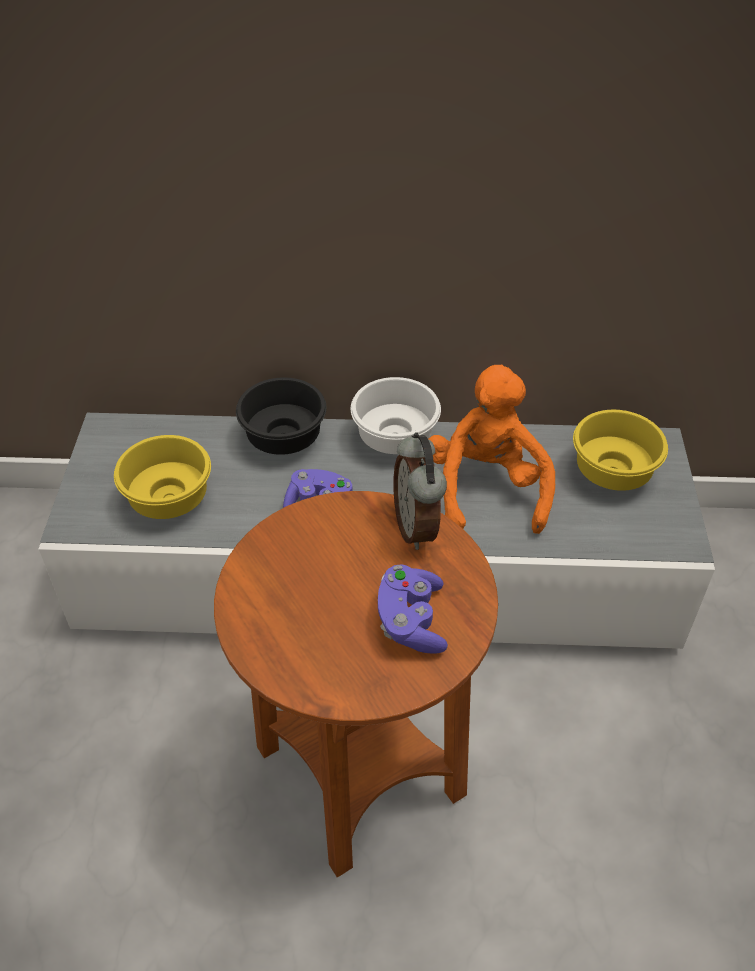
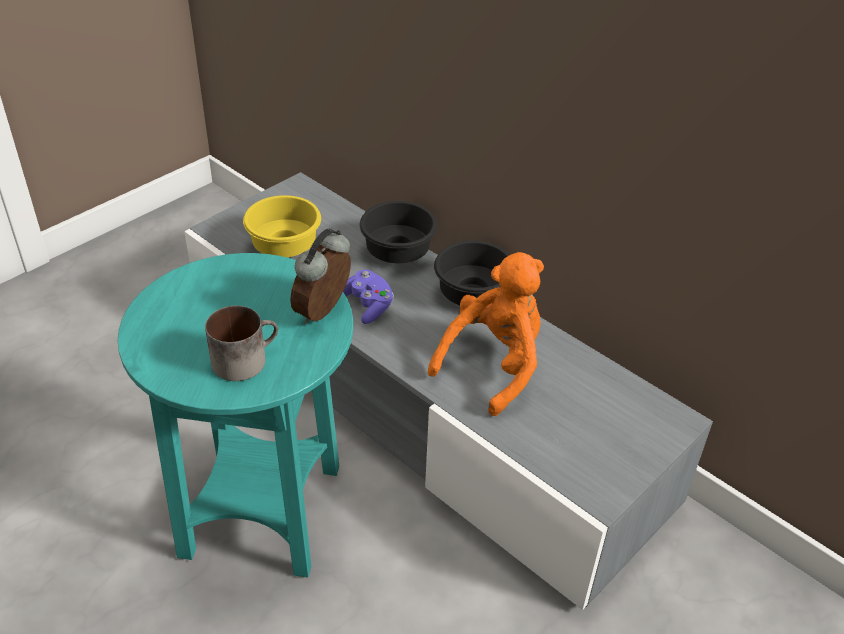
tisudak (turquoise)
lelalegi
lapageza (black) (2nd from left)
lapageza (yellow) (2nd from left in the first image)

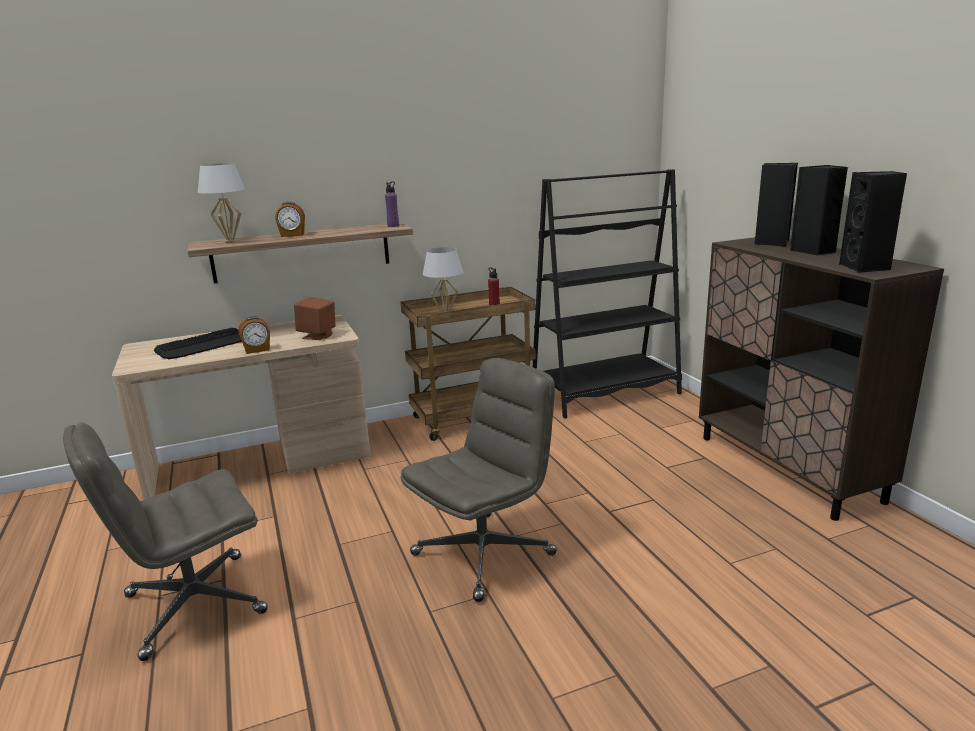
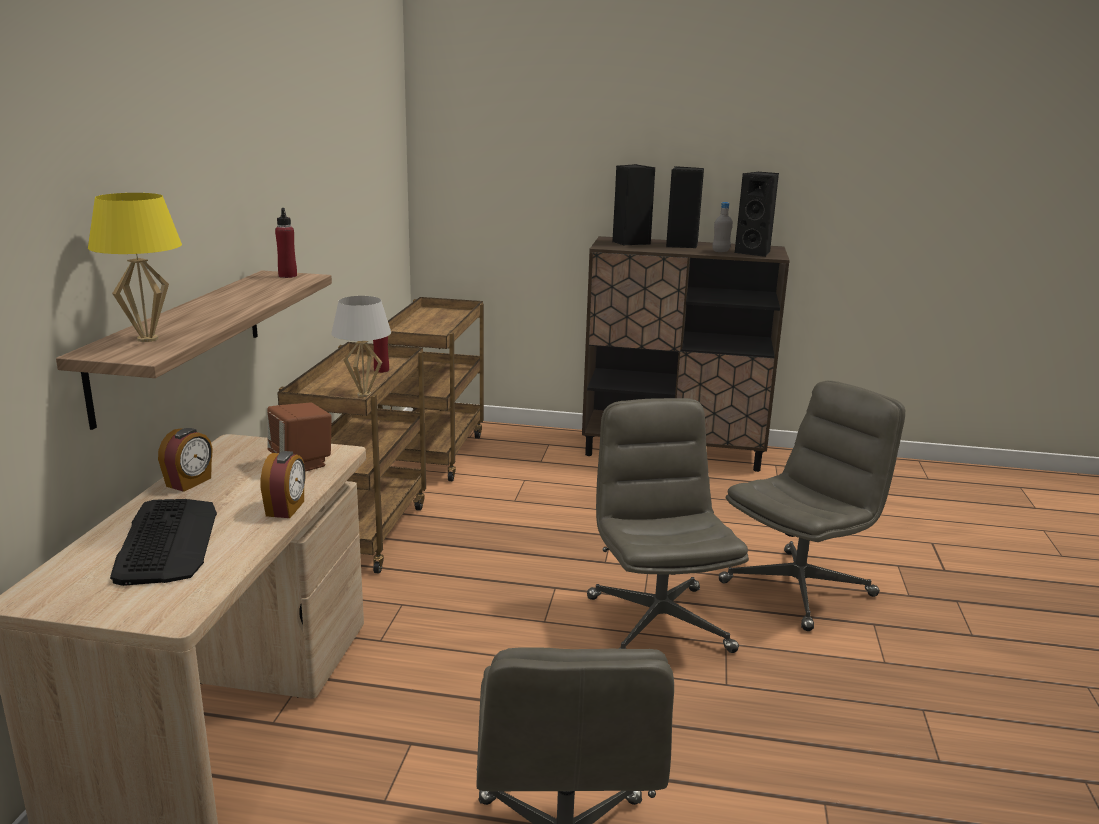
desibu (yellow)
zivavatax (1st from left)
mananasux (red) (1st from left)
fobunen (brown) (2nd from left)
mananasux (grey)
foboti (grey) (3rd from left)

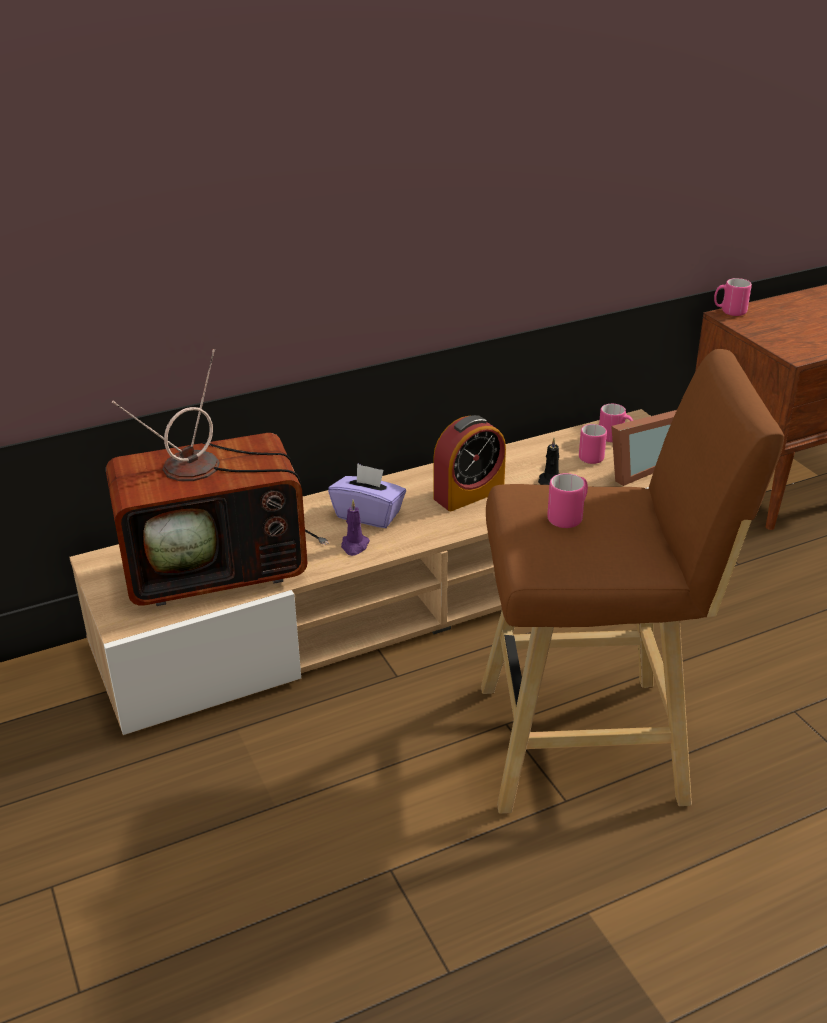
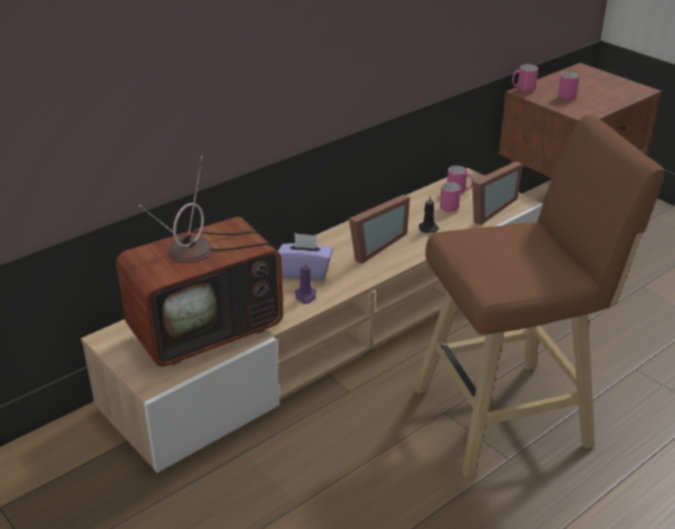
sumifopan (1st from left)
lelalegi (pink) (4th from left)

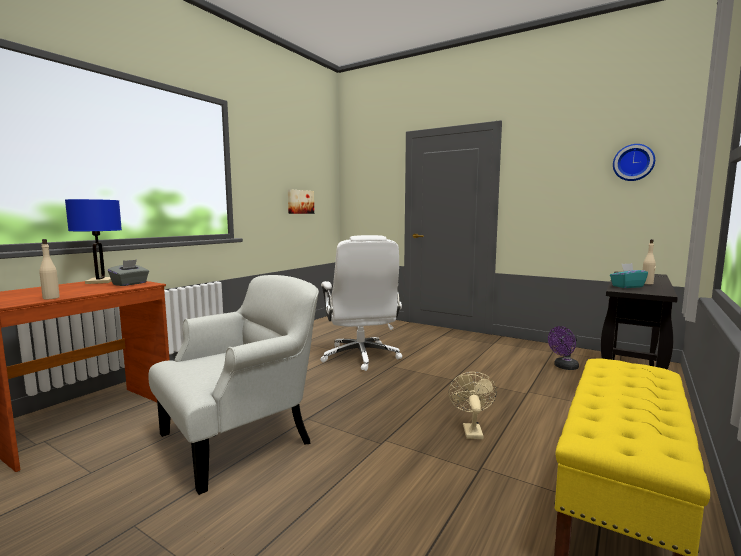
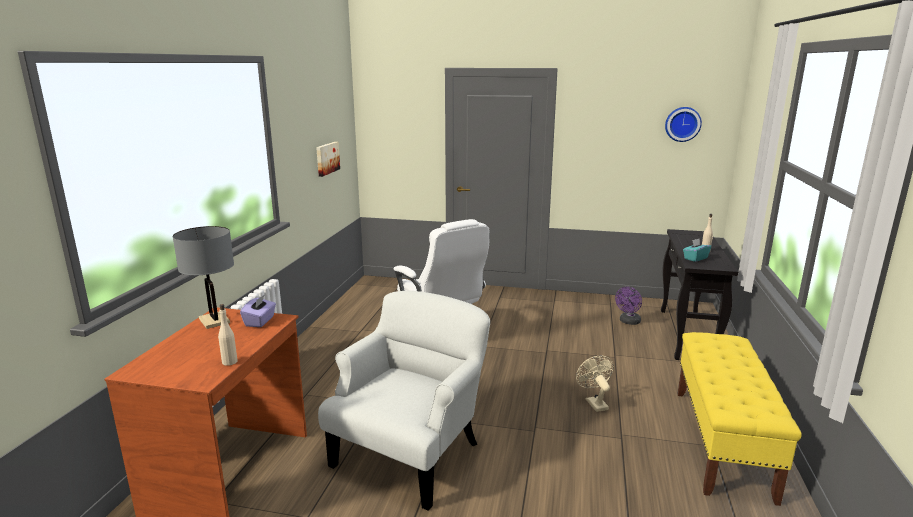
desibu (grey)
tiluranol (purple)

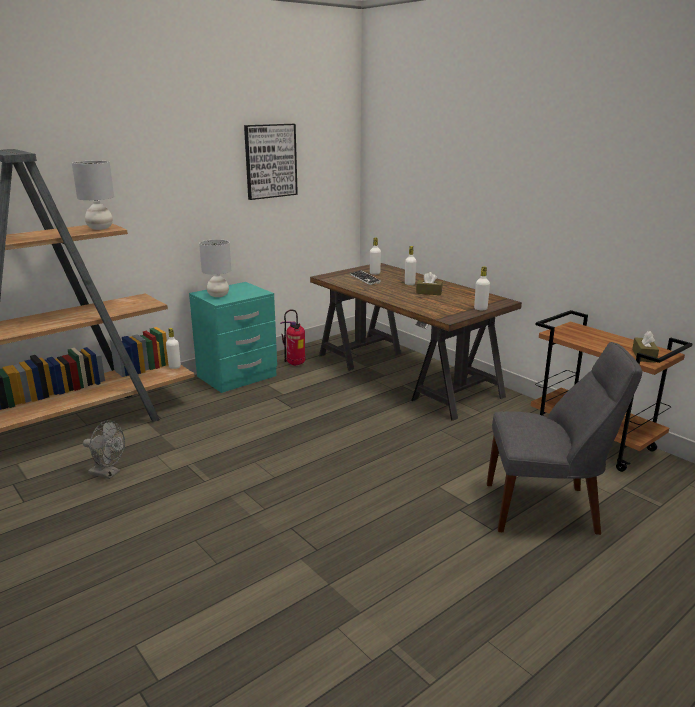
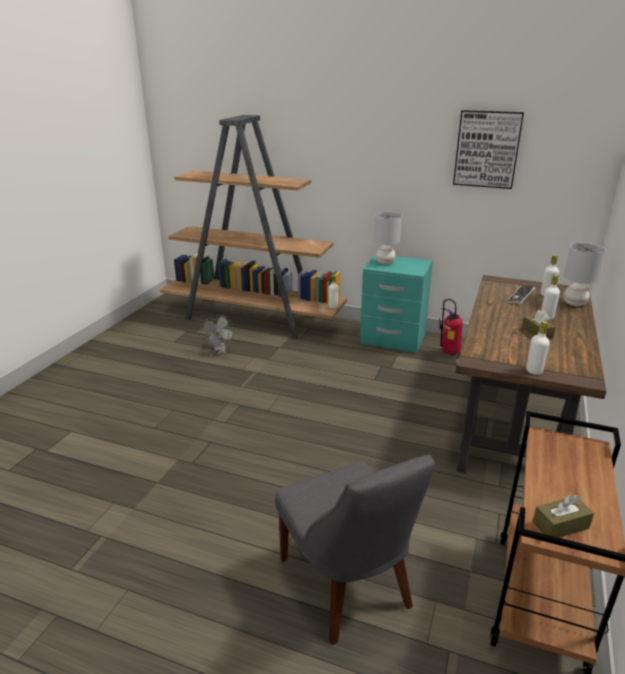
desibu (grey) (2nd from left)

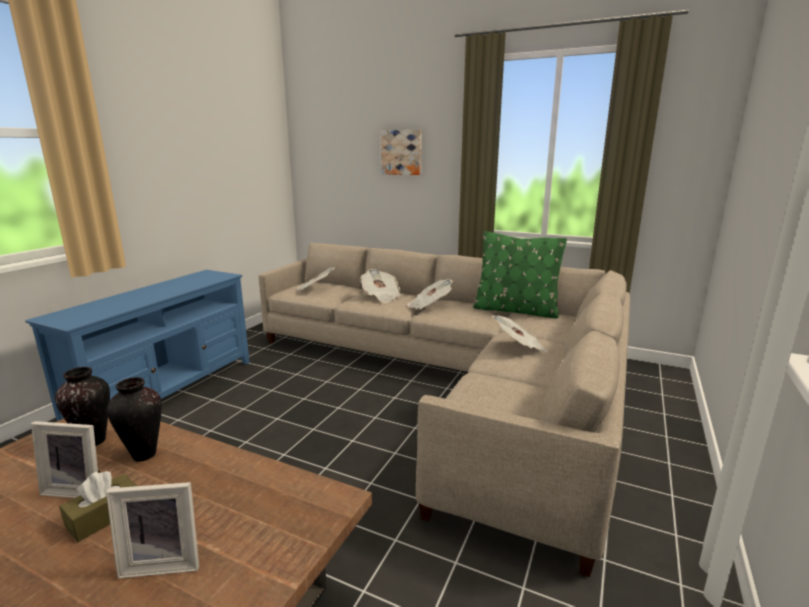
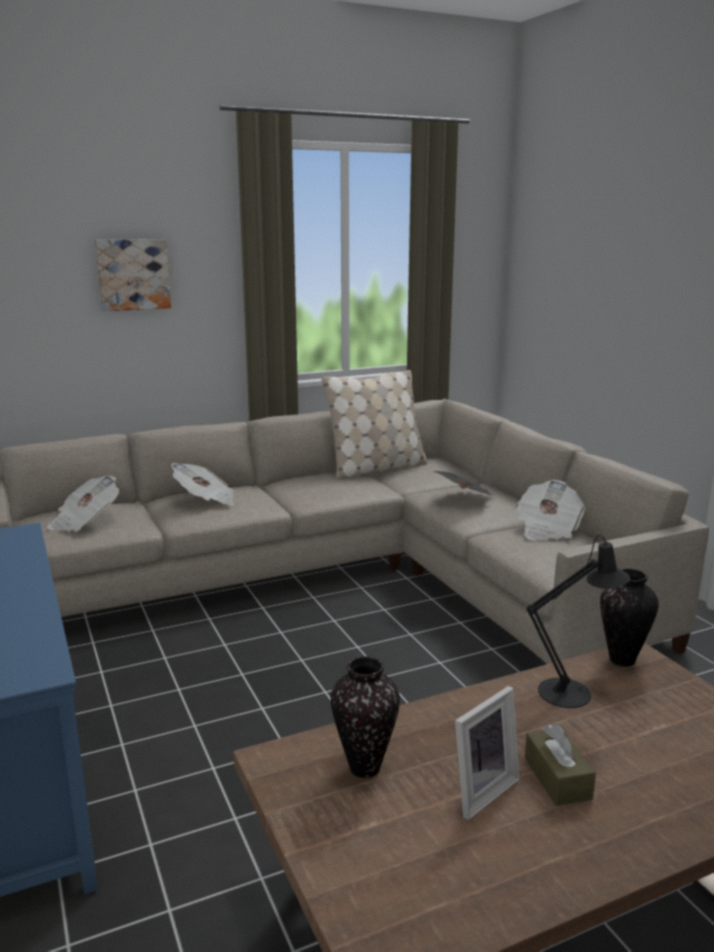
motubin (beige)
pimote (4th from left)
desibu (black)
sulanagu (2nd from left)
sumifopan (2nd from left in the first image)

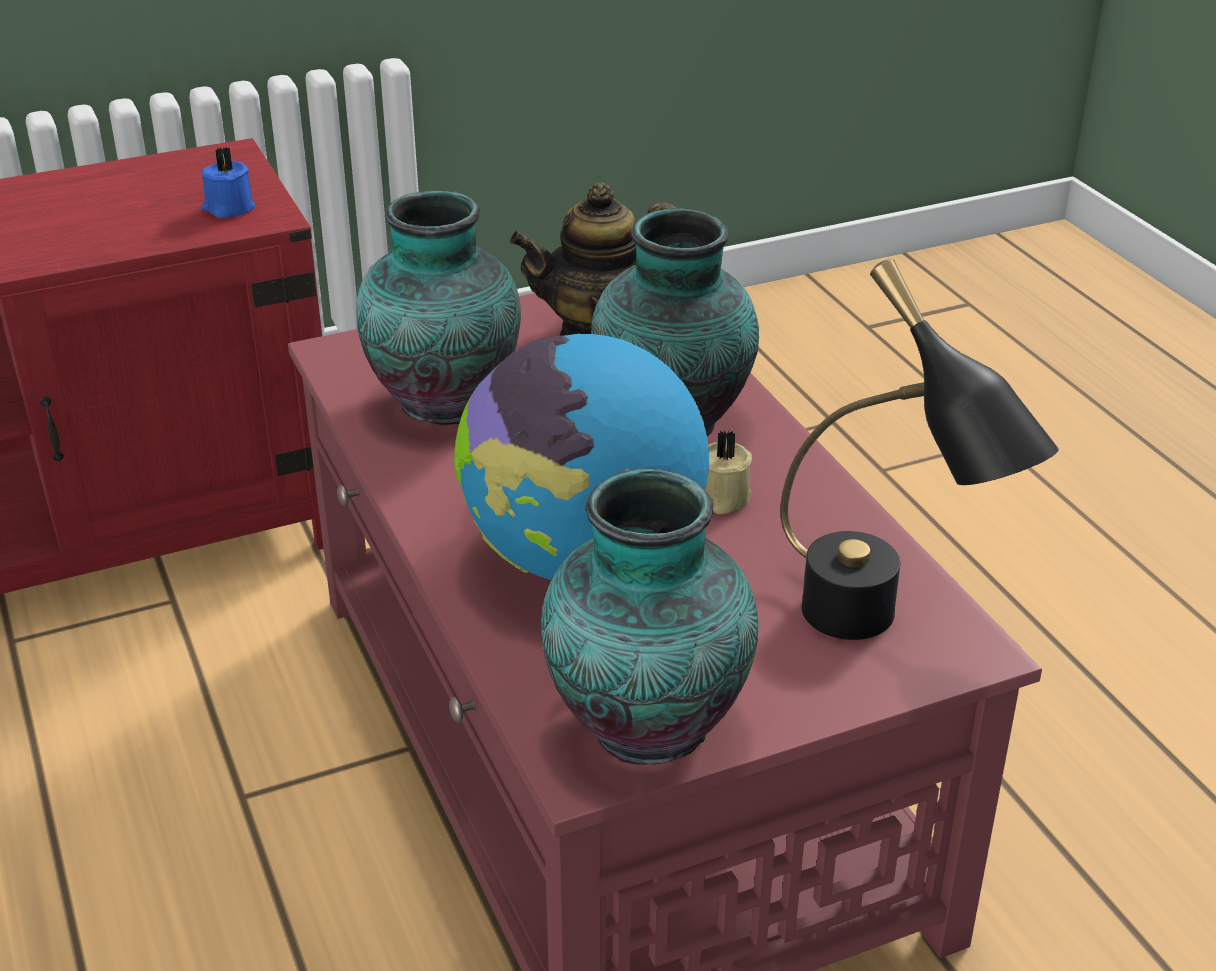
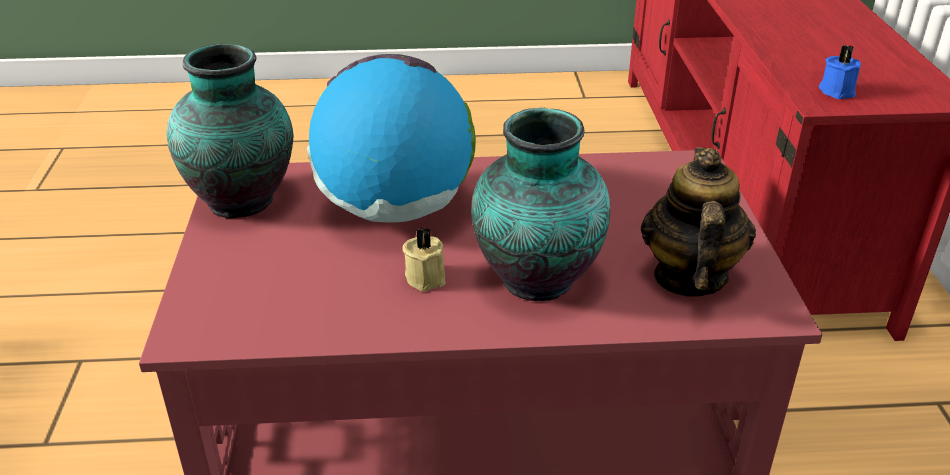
sulanagu (1st from left in the first image)
desibu (black)

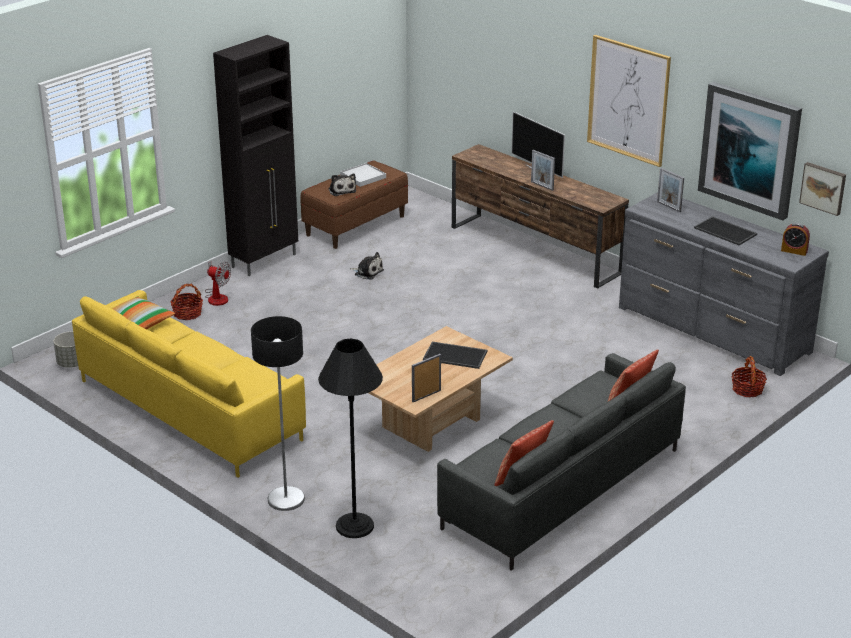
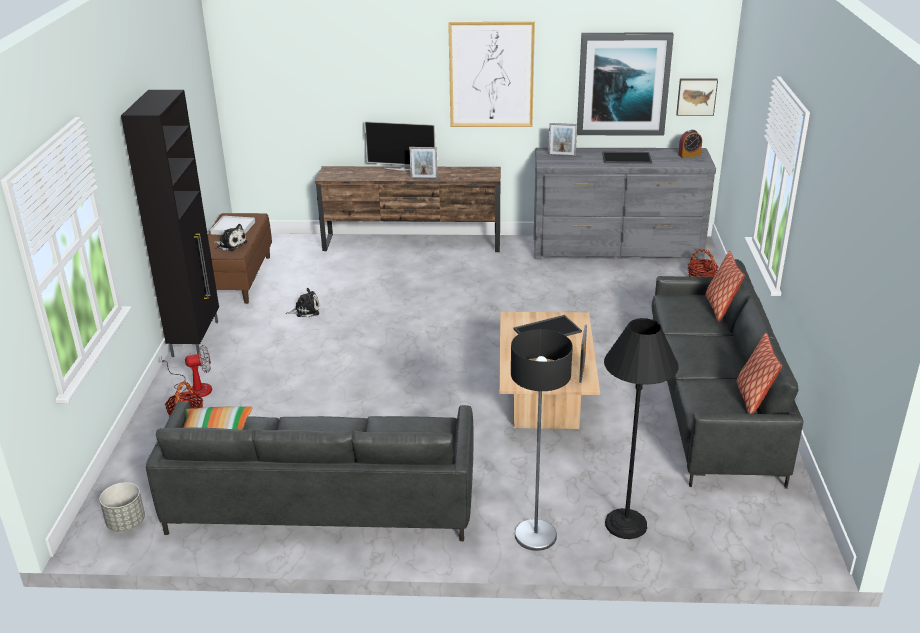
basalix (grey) (1st from left)

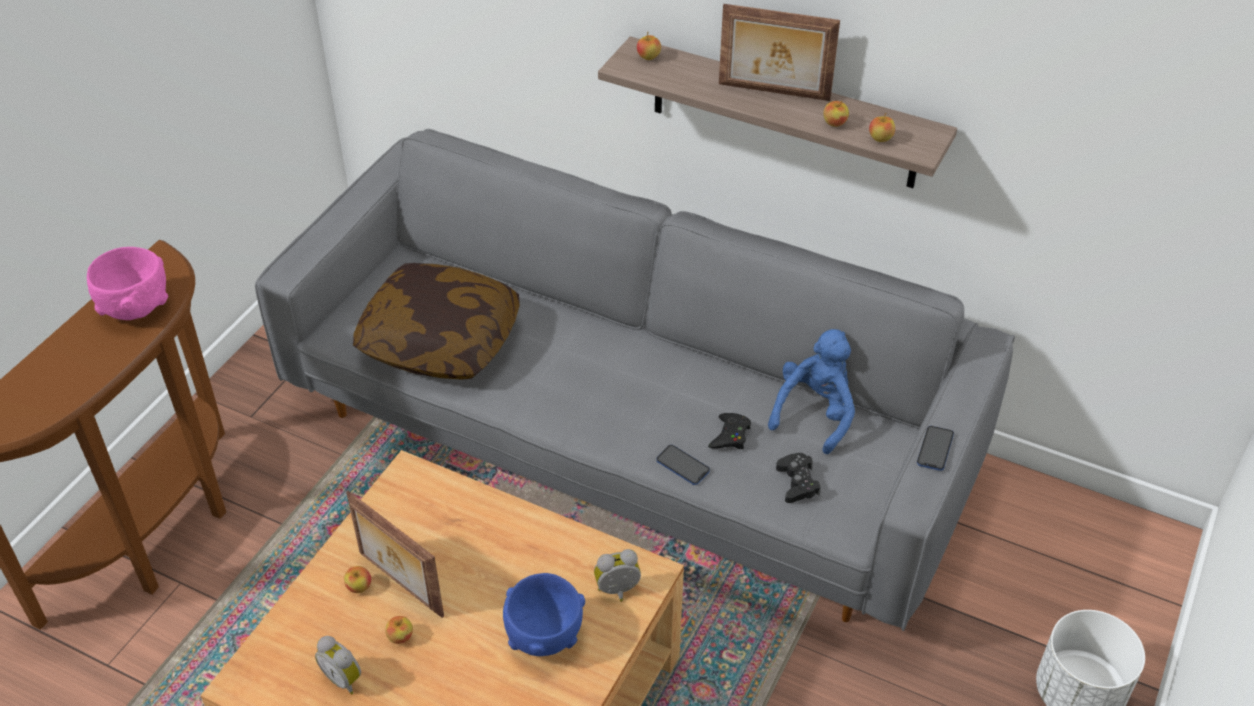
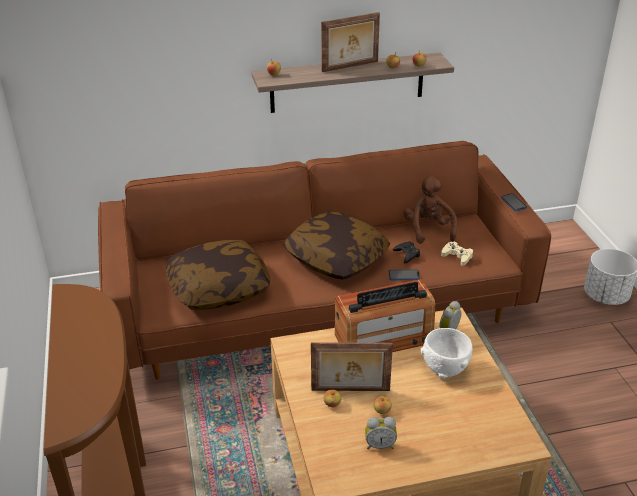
basalix (brown)
motubin (2nd from left)
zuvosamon
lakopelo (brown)
lapageza (white)
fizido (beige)
lapageza (pink)

